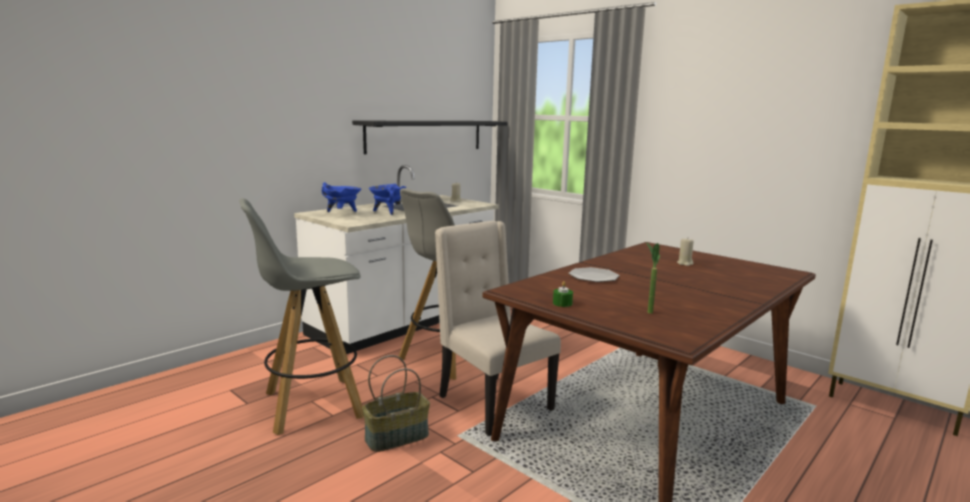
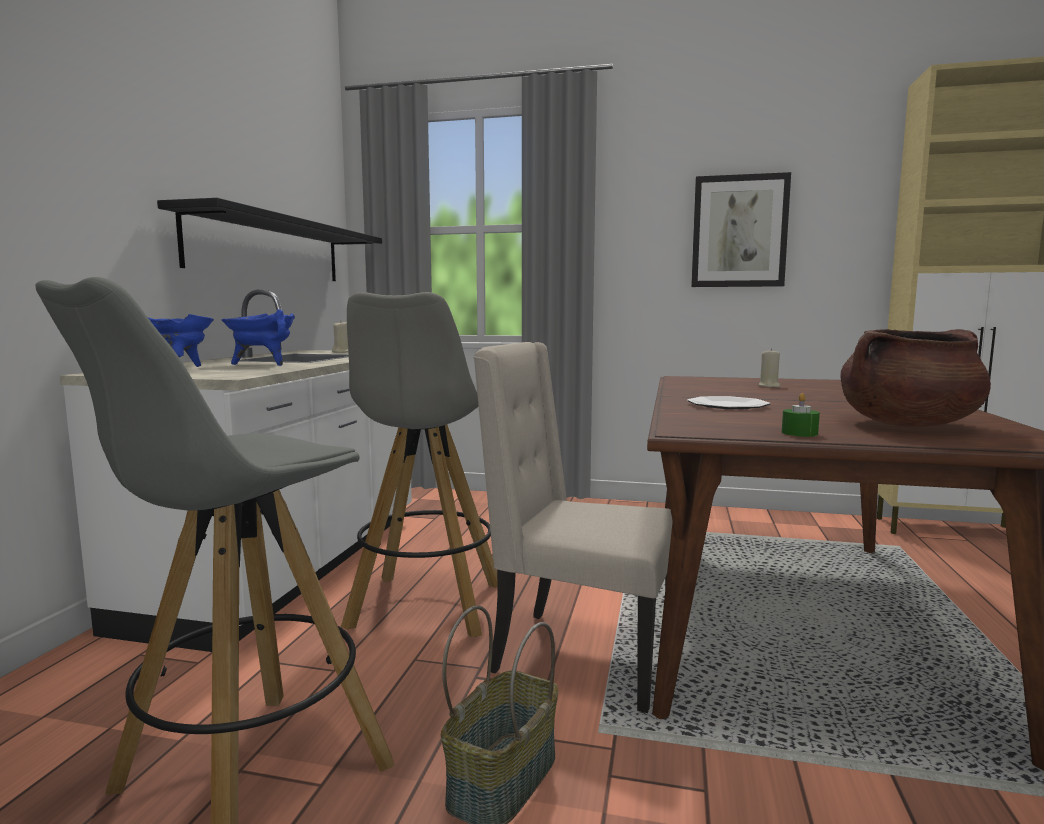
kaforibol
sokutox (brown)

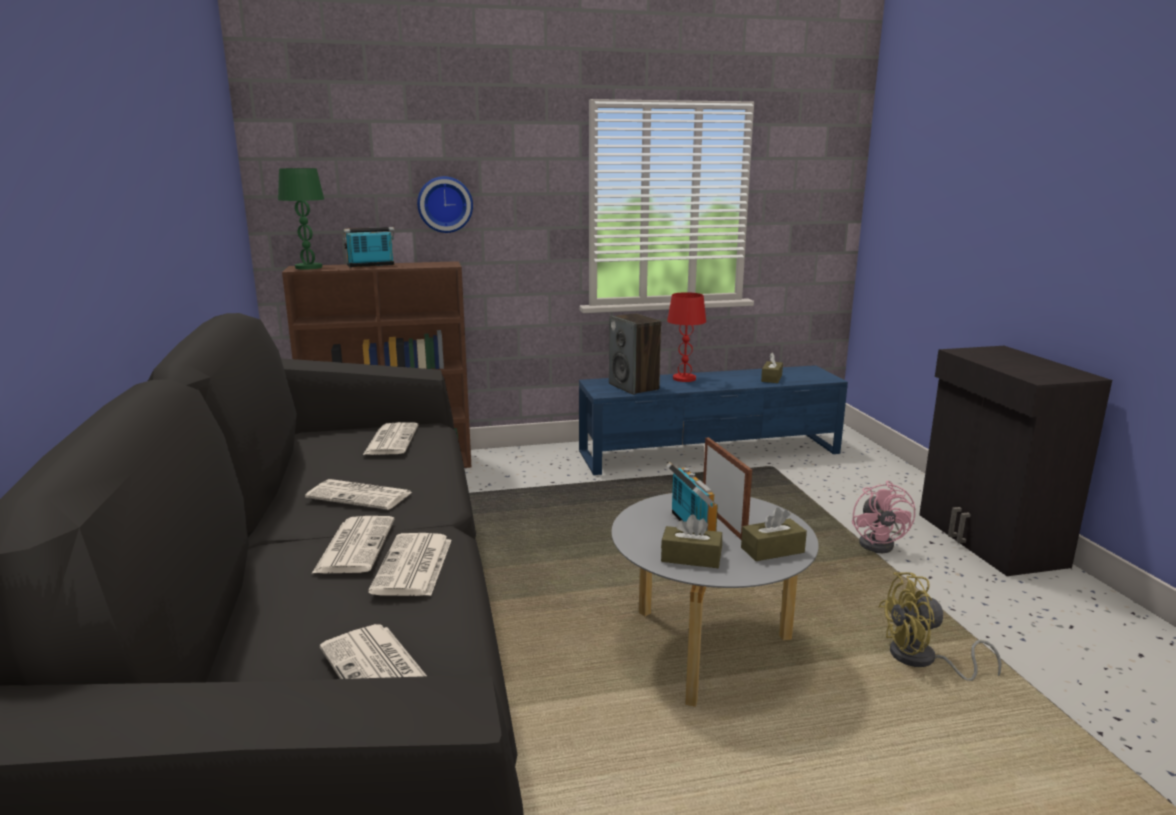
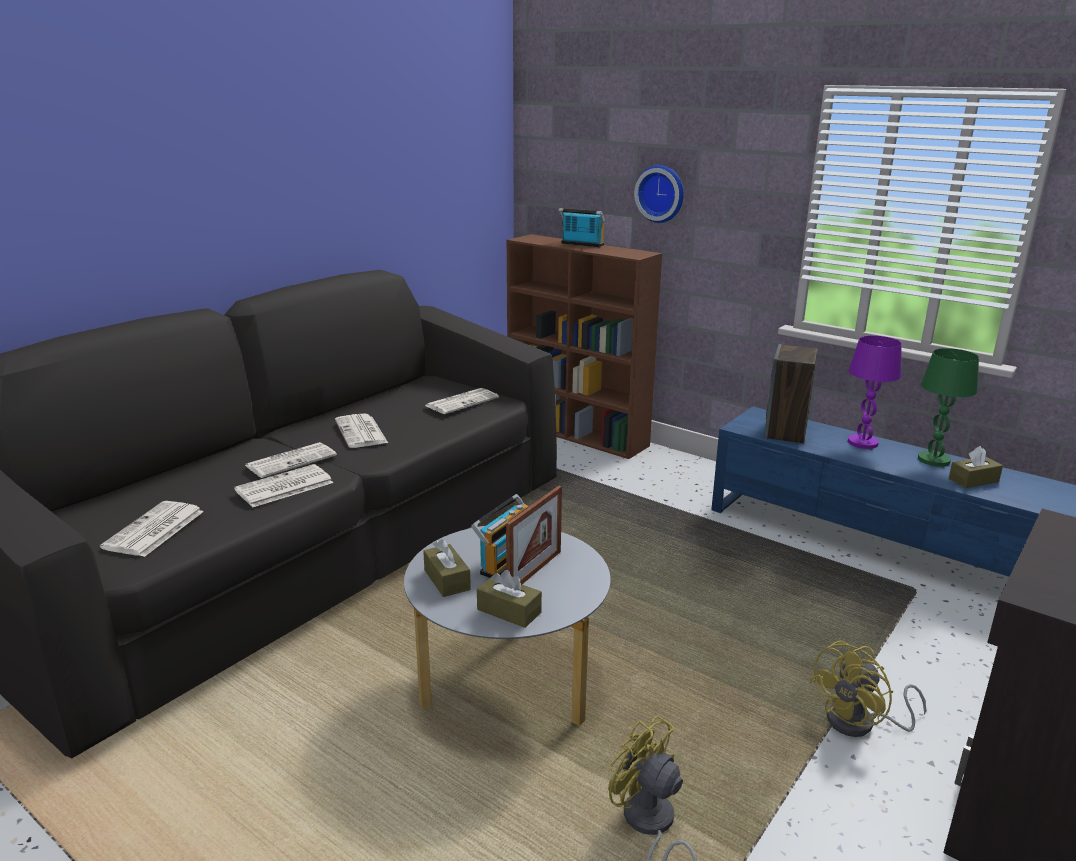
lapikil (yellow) (2nd from left)
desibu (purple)
desibu (green)

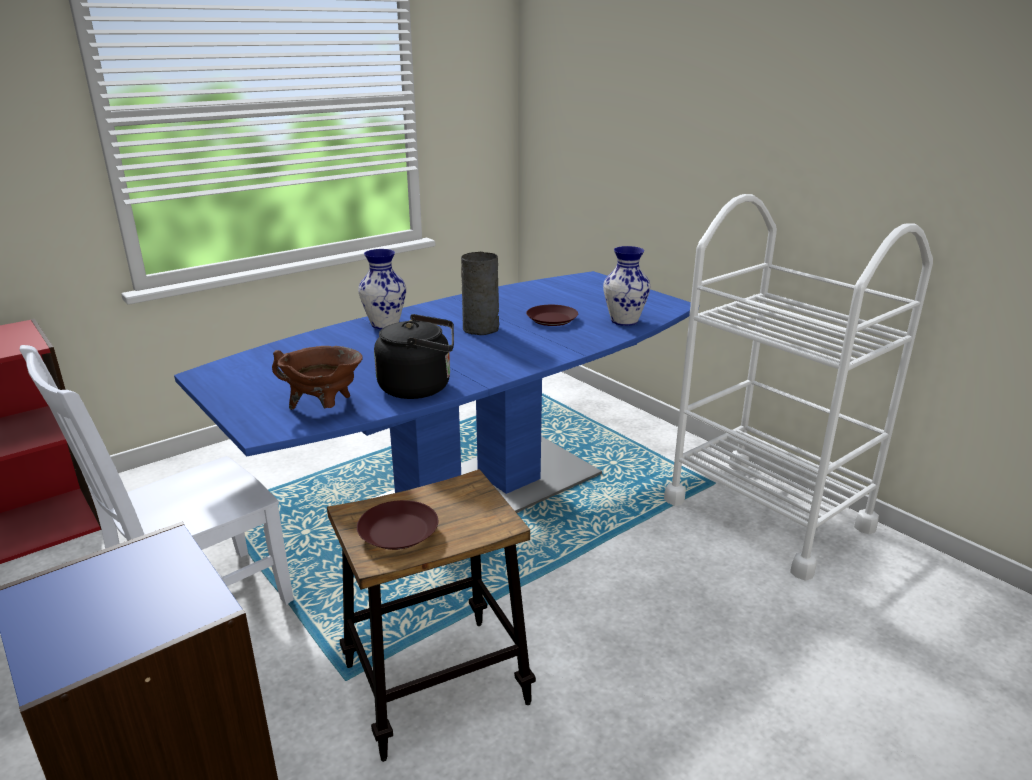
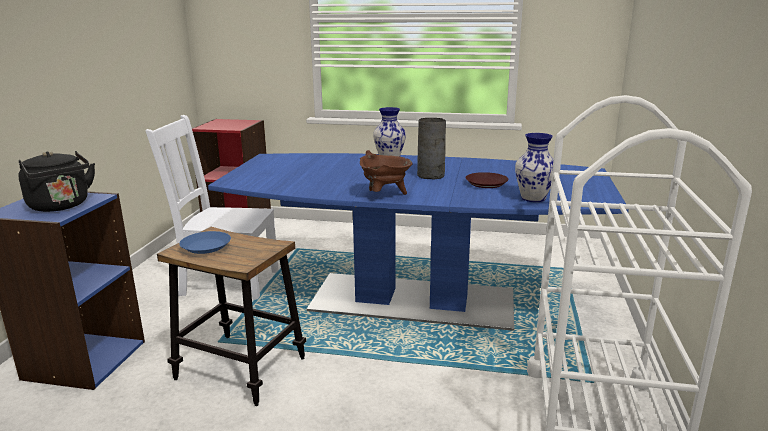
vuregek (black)
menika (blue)
sokutox (brown)

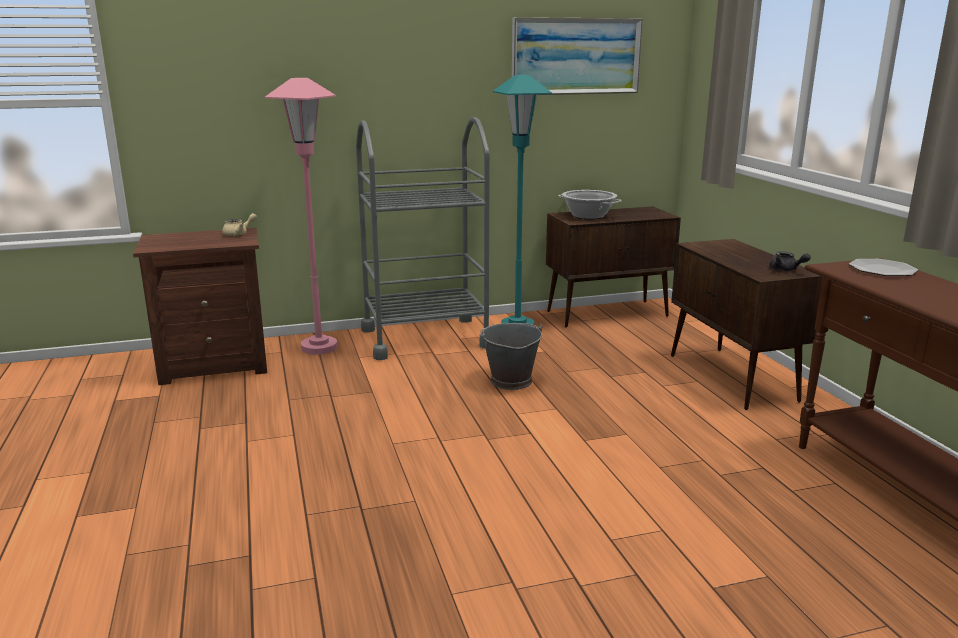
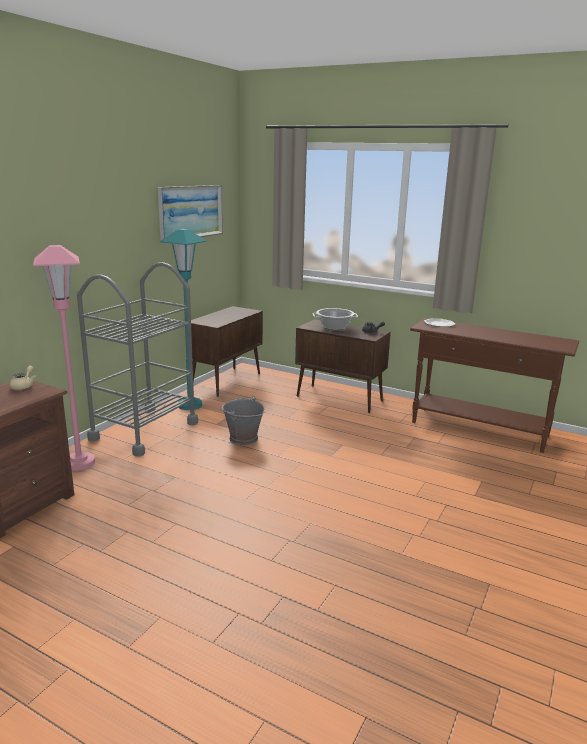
sokutox

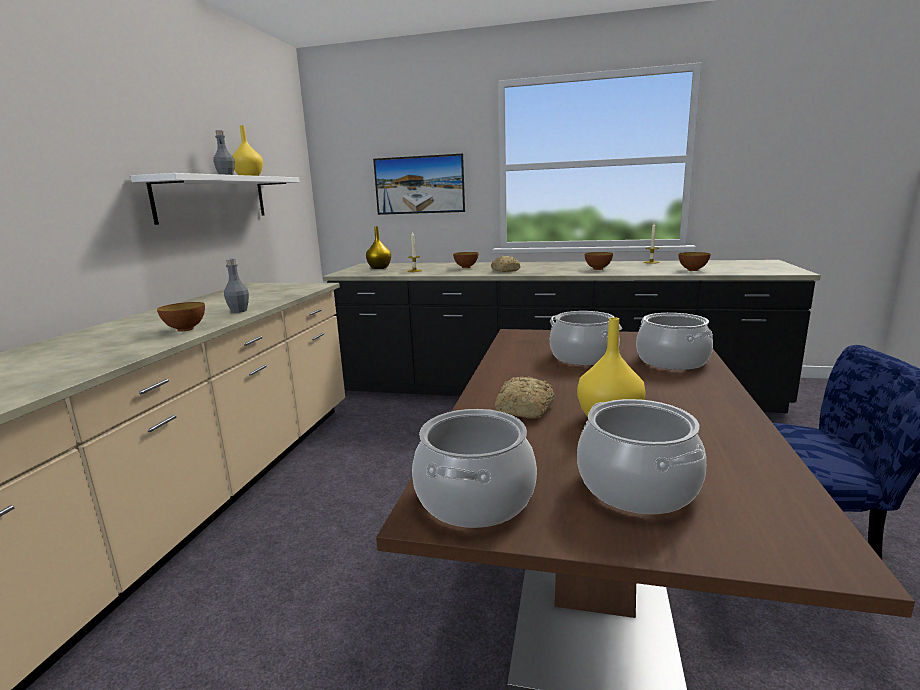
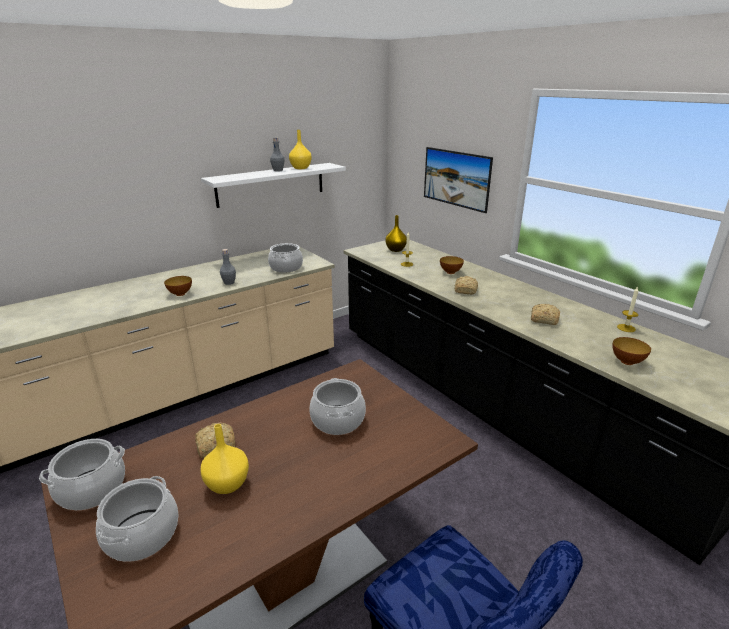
sokutox (3rd from left)
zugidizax (3rd from left)

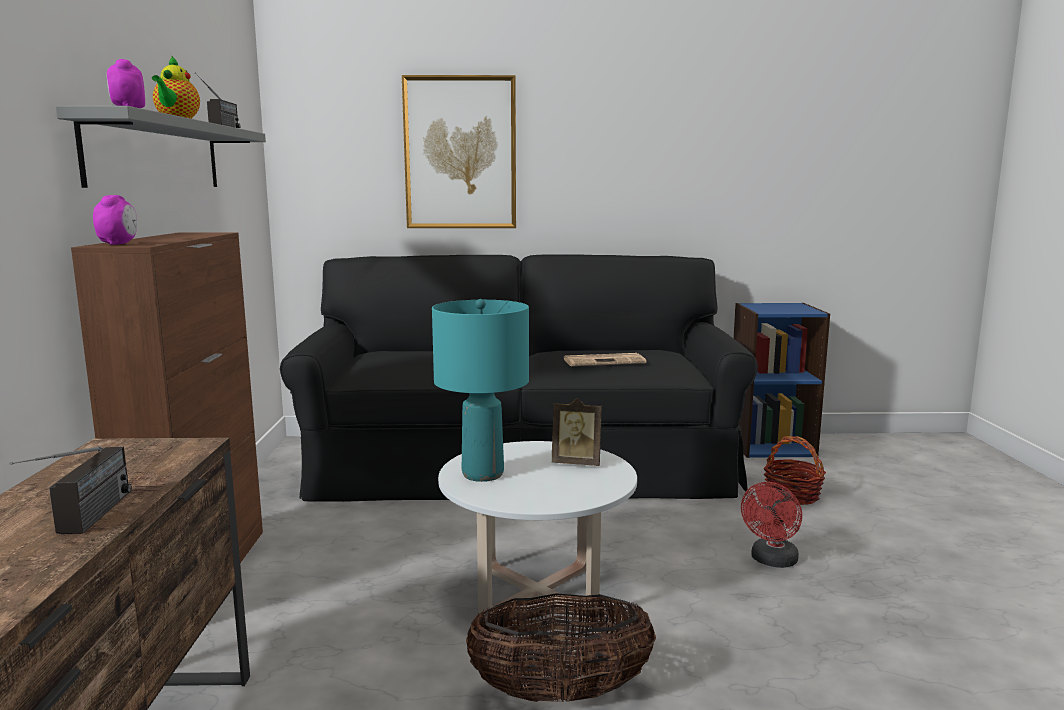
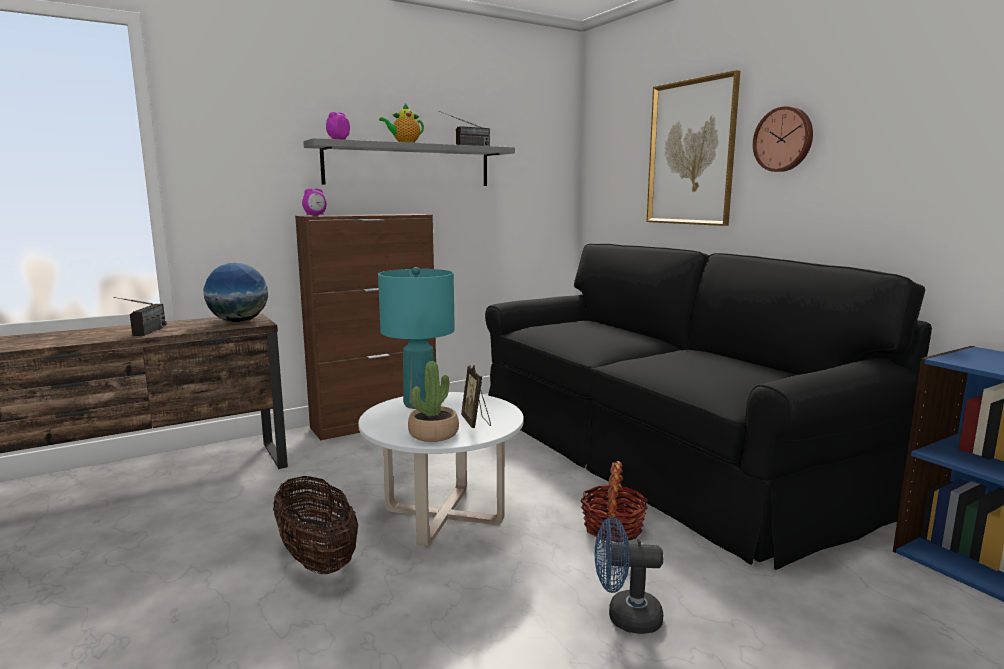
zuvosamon (1st from left)
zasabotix
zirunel
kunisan (2nd from left)
lapikil (blue)
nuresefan
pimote

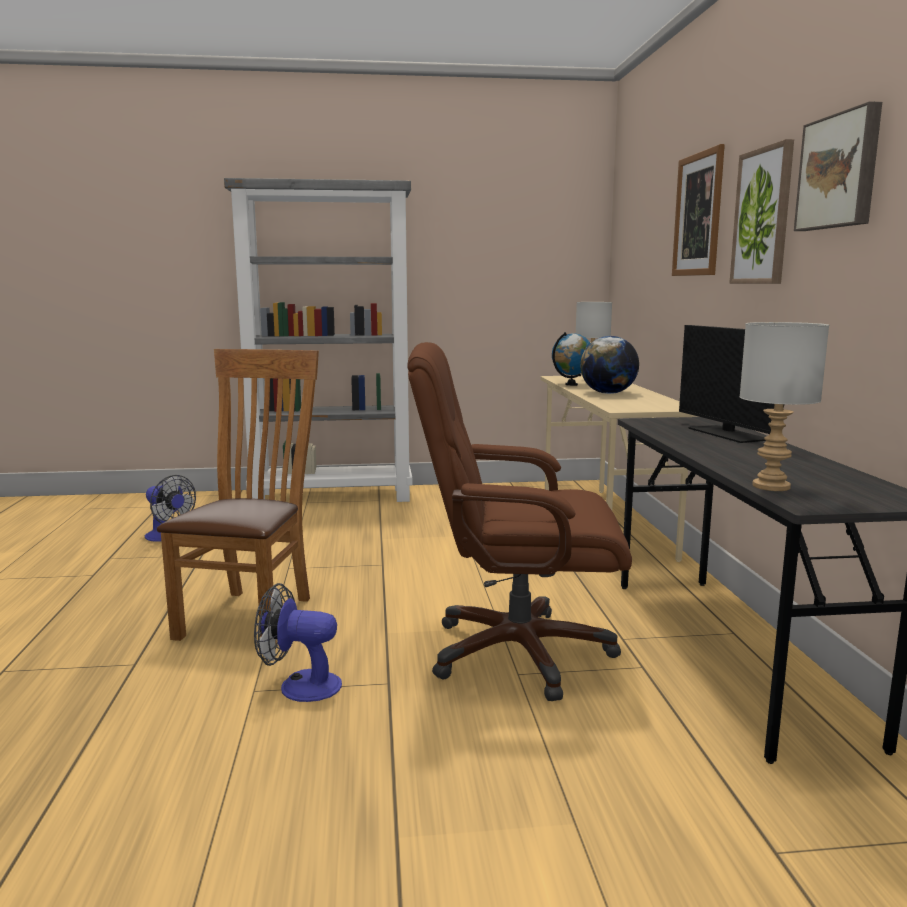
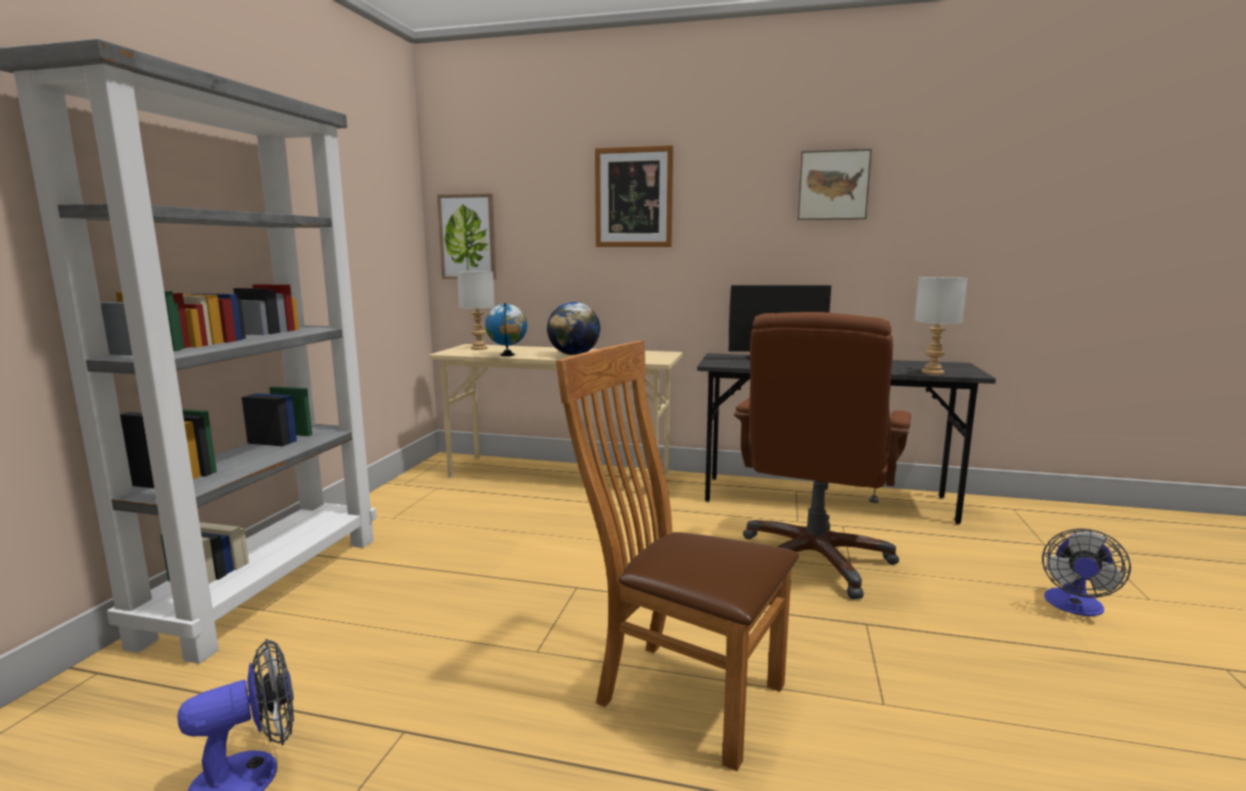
kaforibol (1st from left)
lapikil (2nd from left)

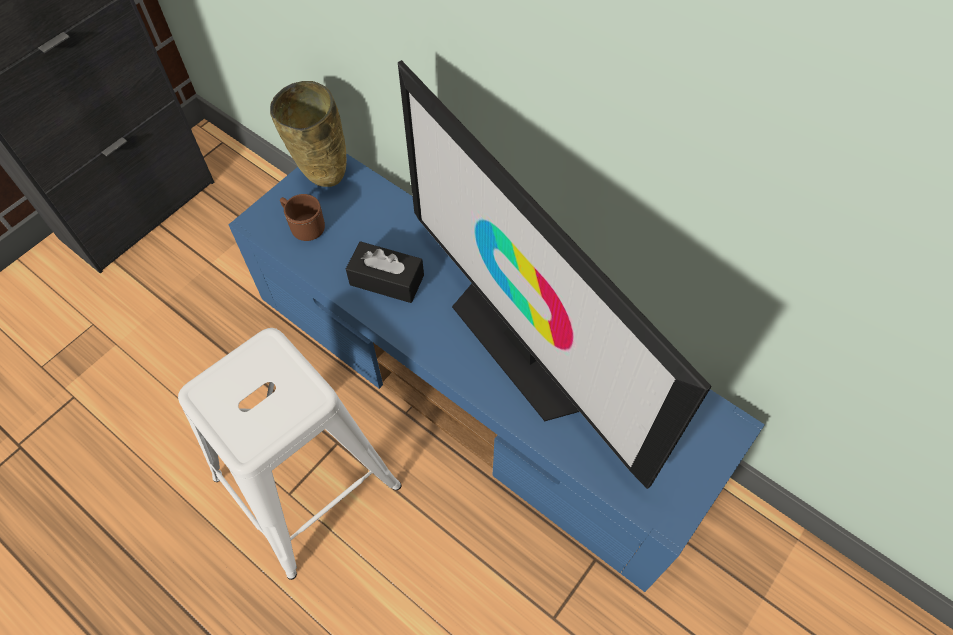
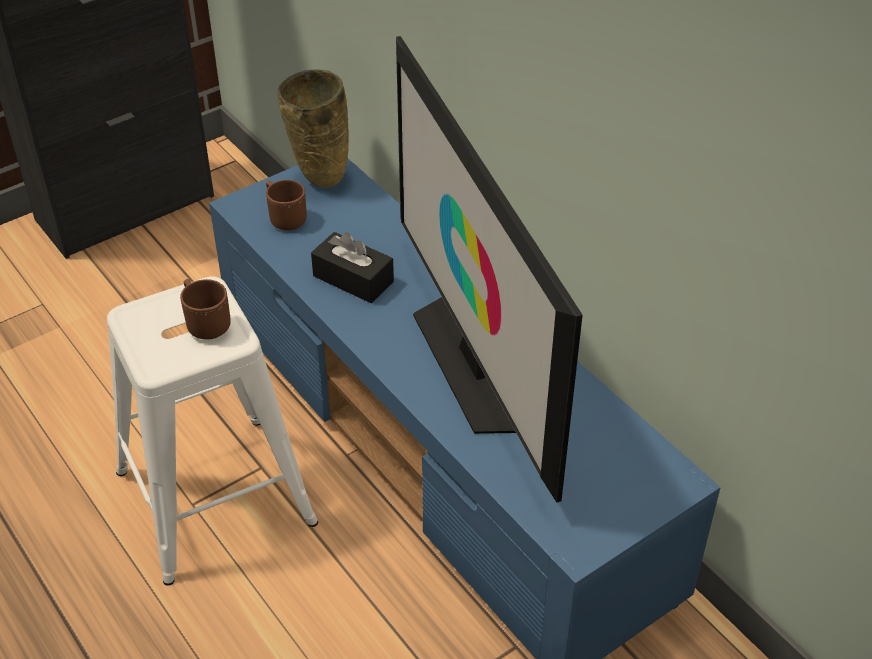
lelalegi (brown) (1st from left)

